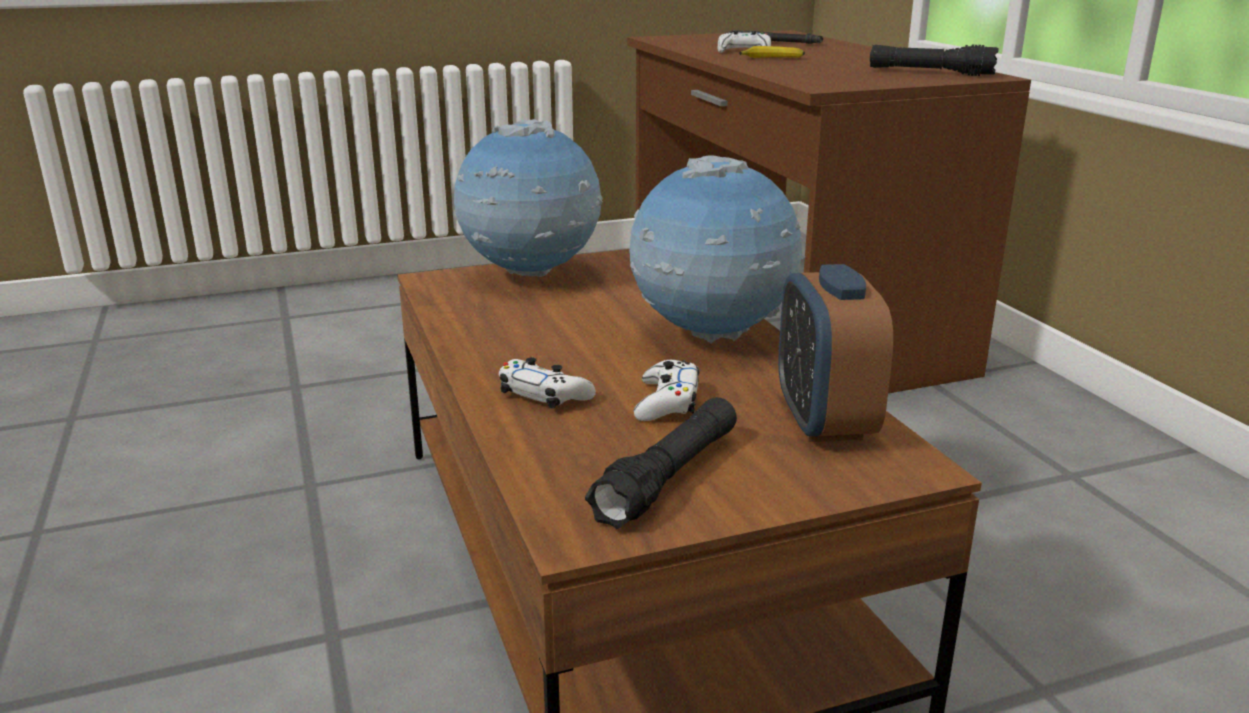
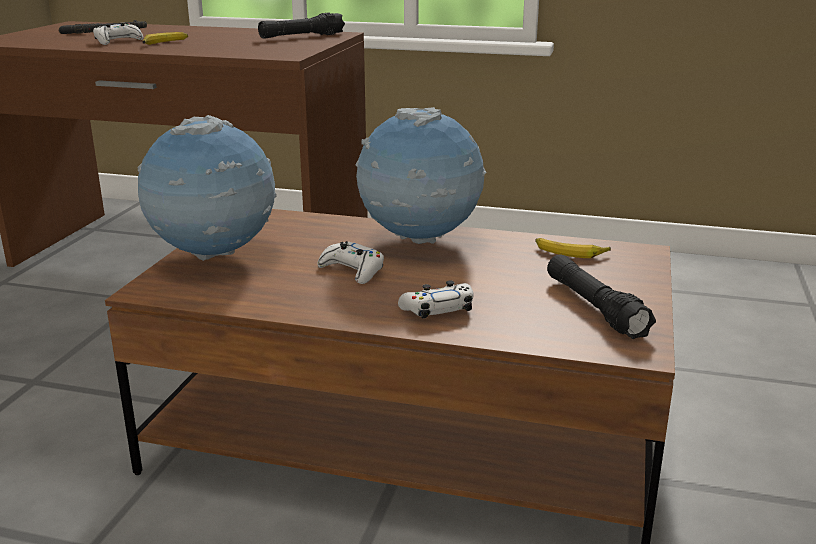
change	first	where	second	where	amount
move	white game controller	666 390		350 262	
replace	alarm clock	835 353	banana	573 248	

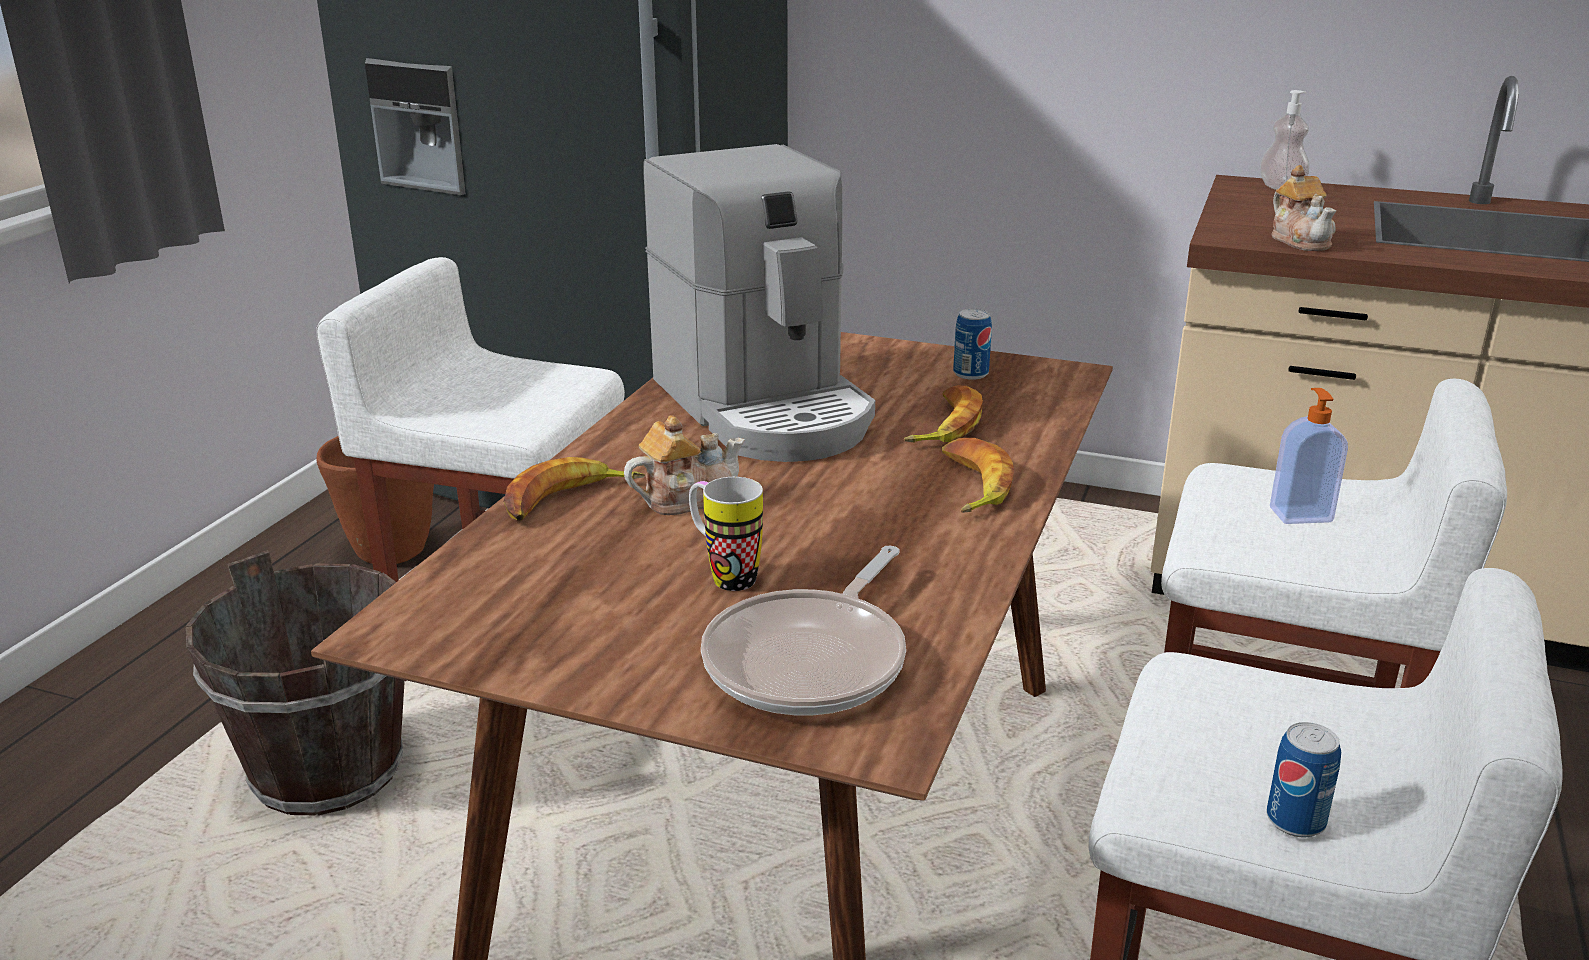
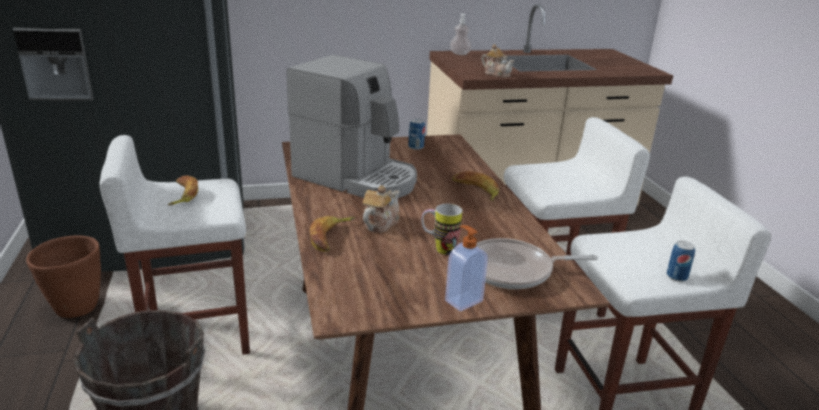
change	first	where	second	where	amount
move	banana	943 414		183 191	
move	soap dispenser	1309 456		466 268	
rotate	frying pan	803 630		537 263	90 degrees clockwise

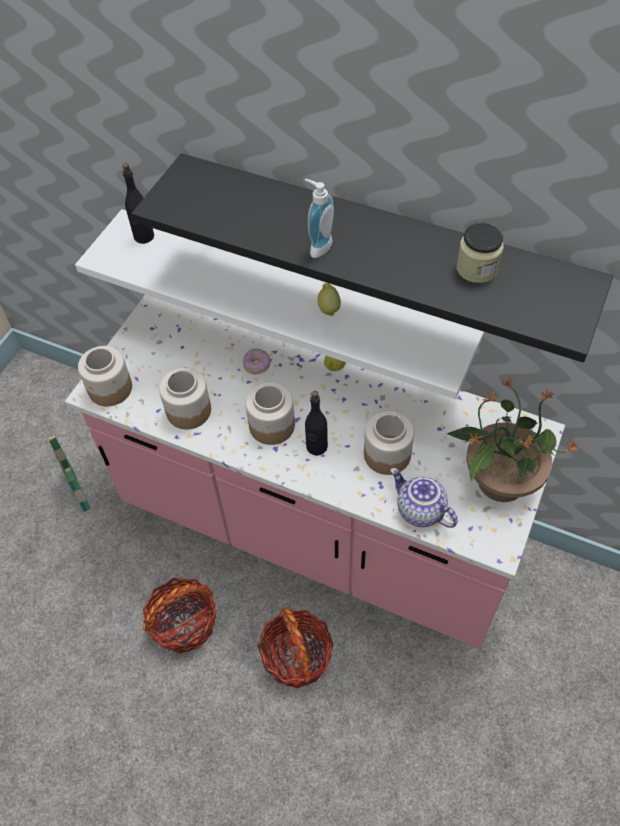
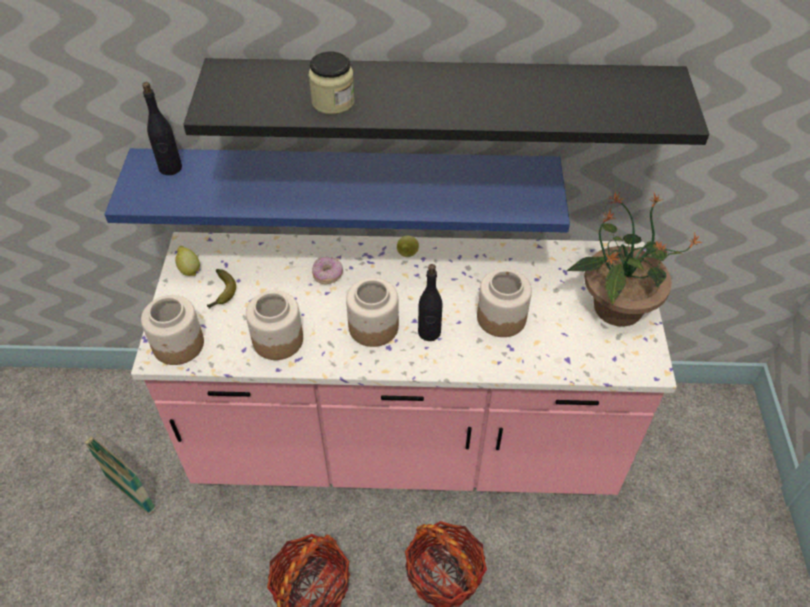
change	first	where	second	where	amount
recolor	white shelf	280 304	blue shelf	337 190	
move	lemon	329 299		187 261	
insert			banana	221 288	
move	jar	480 253		332 83	
delete	soap dispenser	319 218			
delete	teapot	424 498			

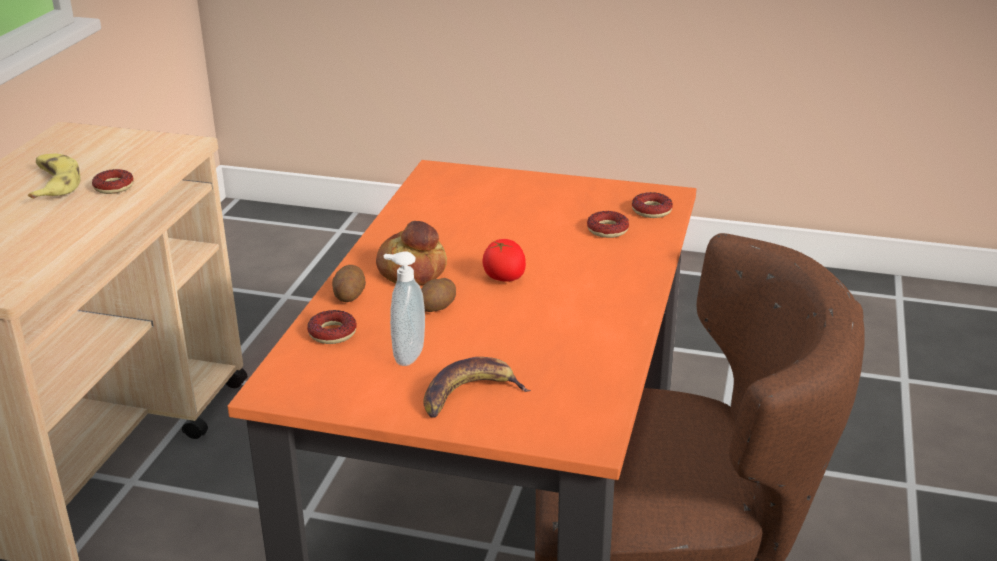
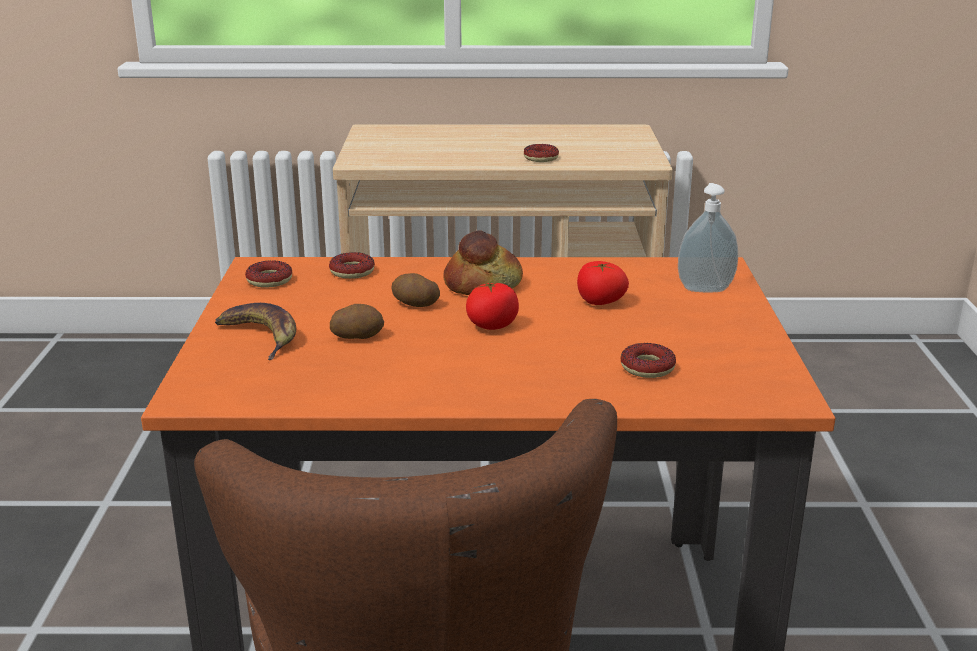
change	first	where	second	where	amount
move	donut	652 205		269 274	
move	potato	349 283		357 321	
insert			tomato	603 283	
move	soap dispenser	404 308		708 237	
delete	banana	54 176			

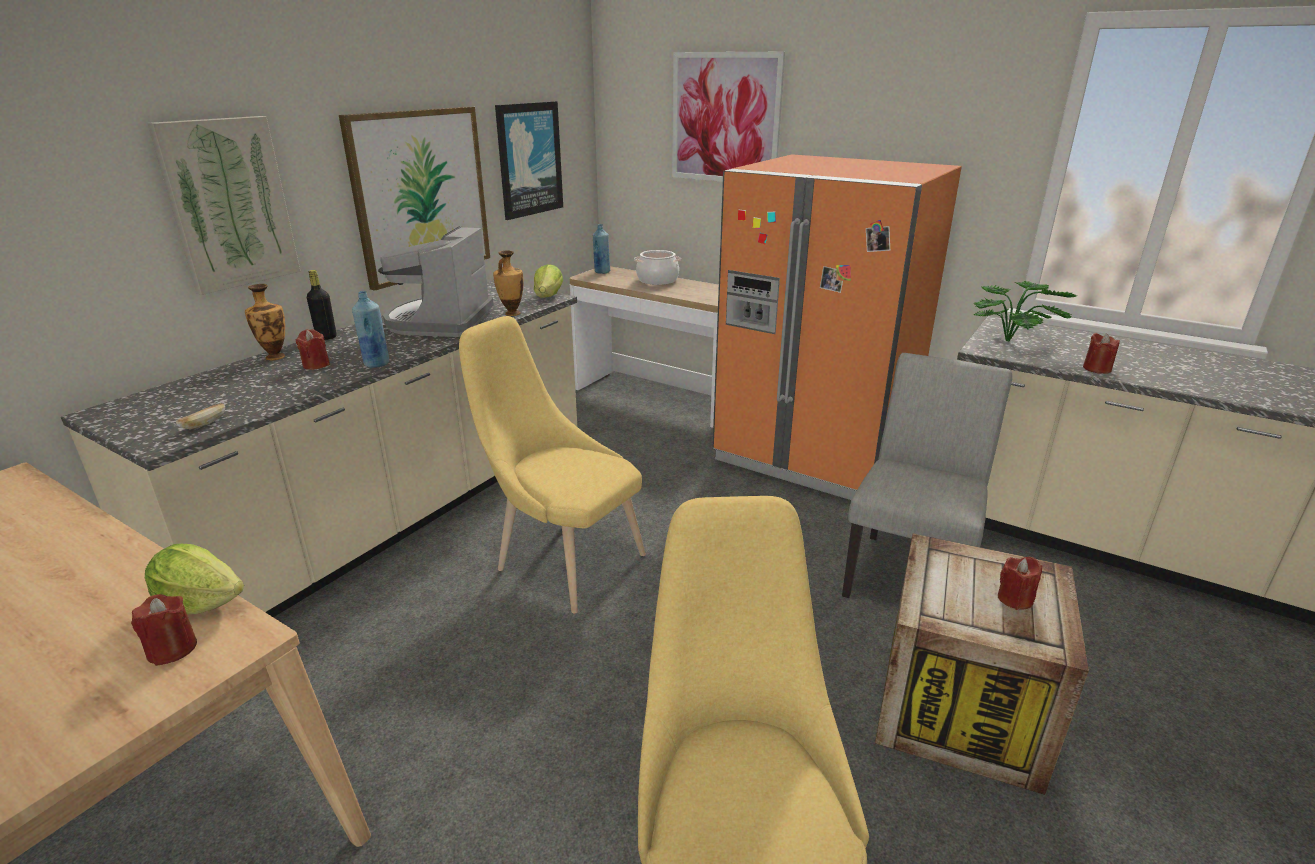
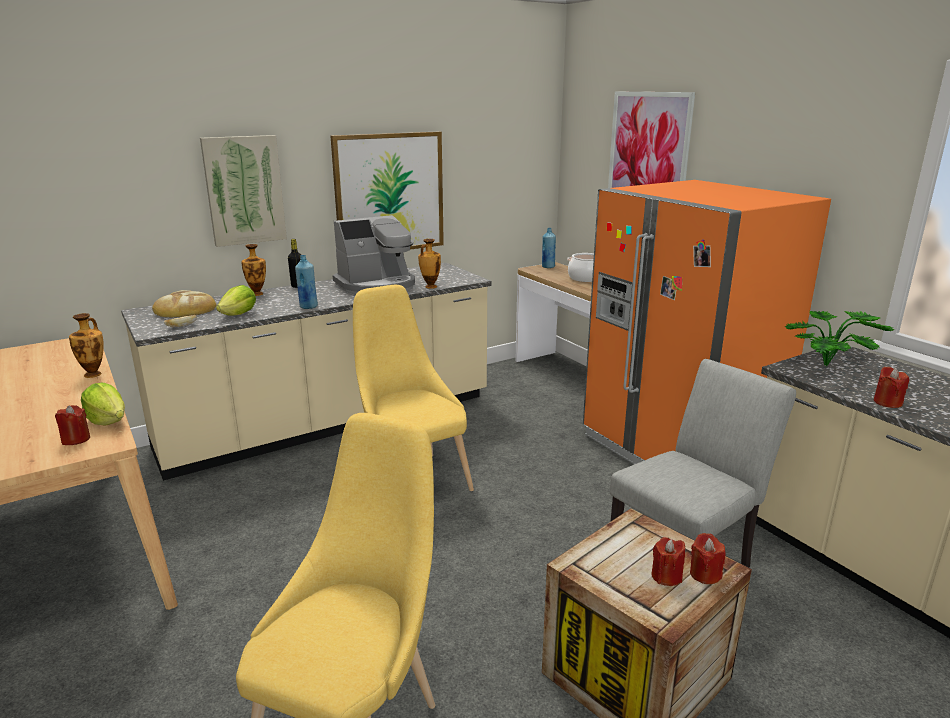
change	first	where	second	where	amount
insert			vase	86 345	
insert			bread	184 303	
move	lettuce	548 281		236 300	
rotate	coffee machine	436 281		374 255	150 degrees counterclockwise
move	red candle	312 349		708 558	
delete	picture	529 160			

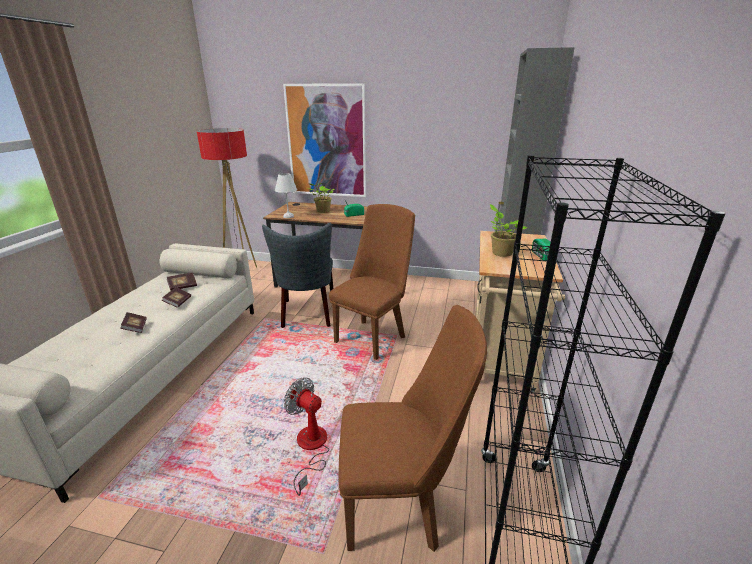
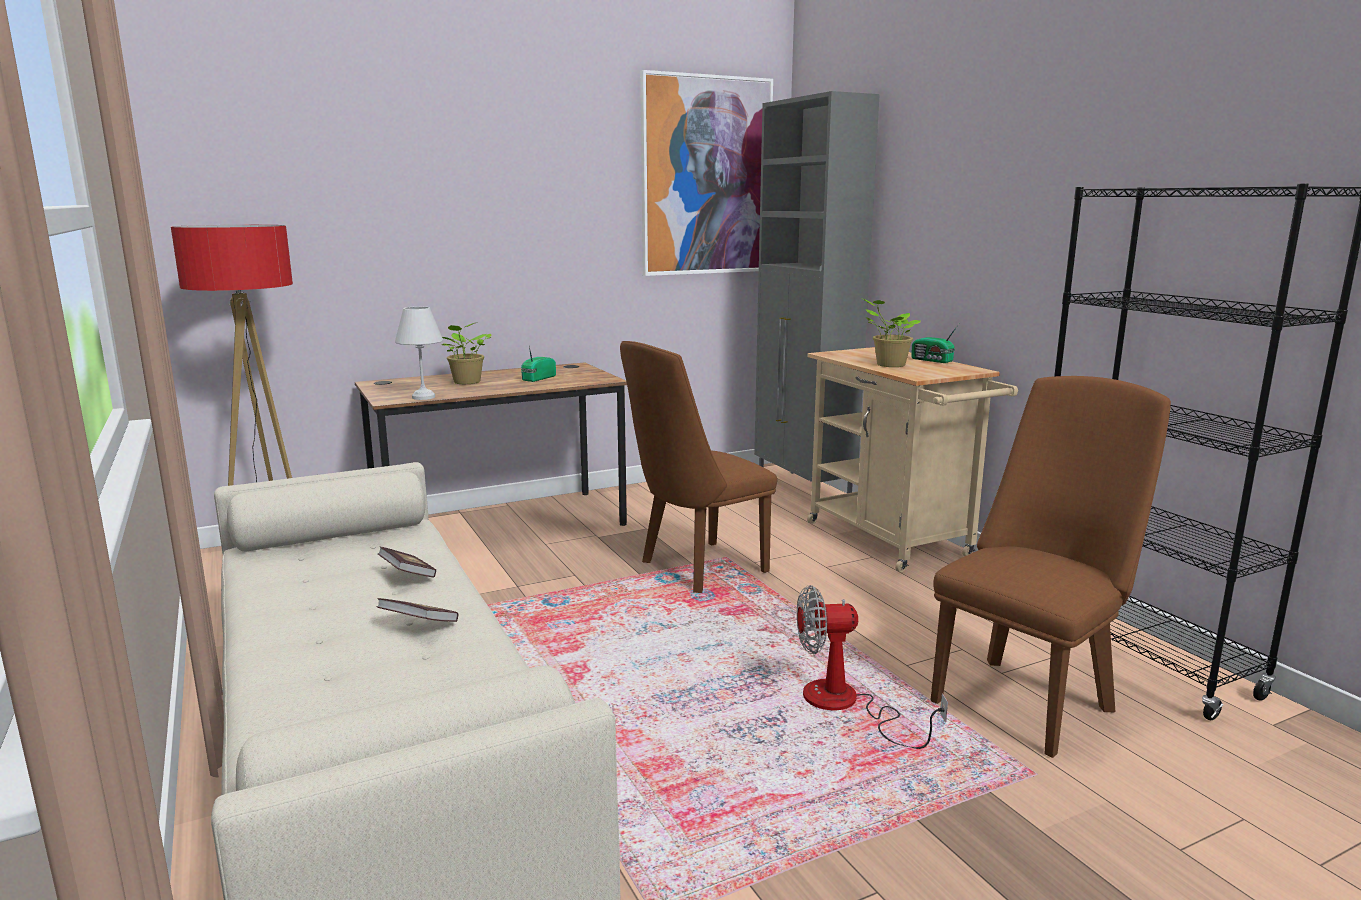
change	first	where	second	where	amount
rotate	brown chair	372 282		698 467	120 degrees counterclockwise
move	picture	324 140		706 173	
delete	book	182 282			
delete	grey chair	297 275			

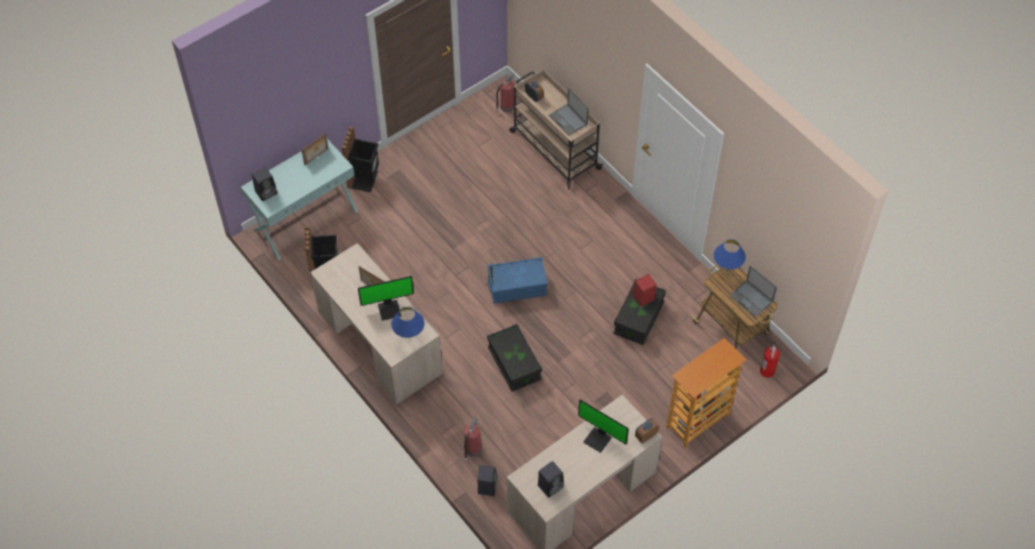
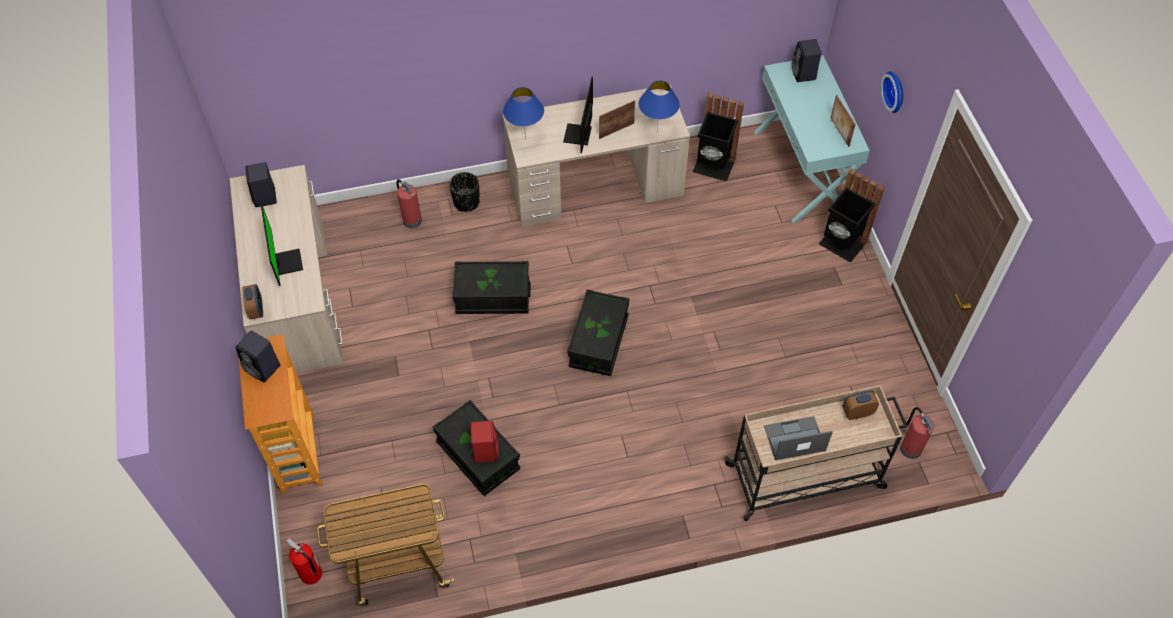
change	first	where	second	where	amount
move	black speaker	487 480		257 356	
rotate	monitor	603 426		282 245	105 degrees clockwise
insert			black planter	464 192	
recolor	blue storage box	517 280	black storage box	598 332	
move	blue table lamp	730 256		659 105	
insert			wall clock	892 92	
delete	laptop	753 291			

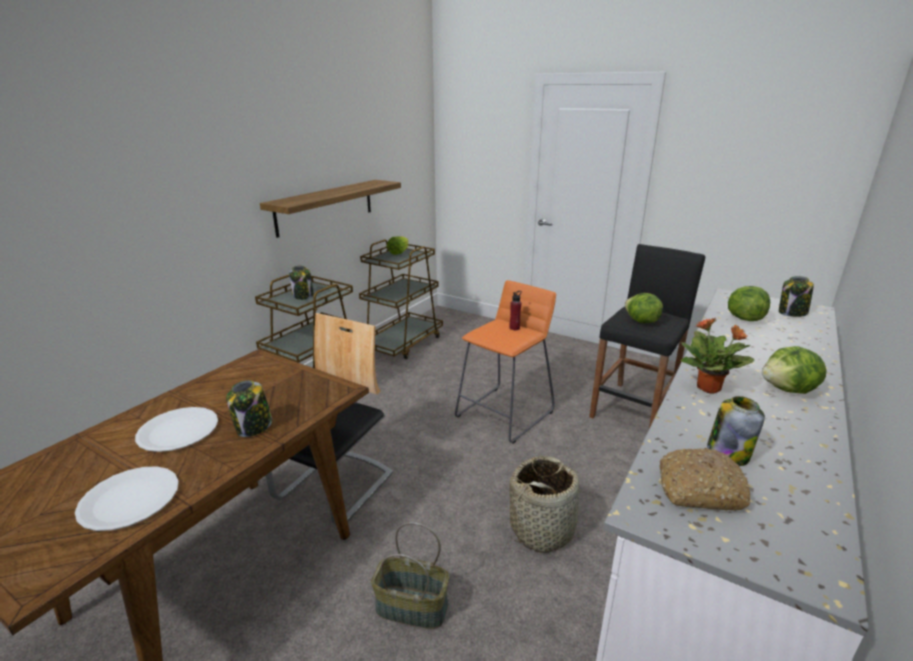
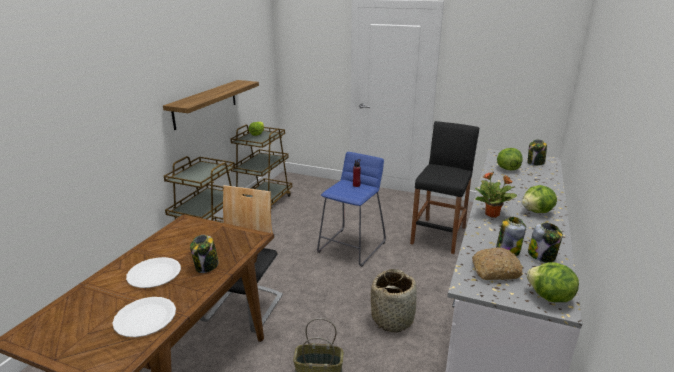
change	first	where	second	where	amount
recolor	orange stool	505 362	blue stool	351 209	
move	lettuce	644 308		553 282	
move	jar	301 282		545 242	

